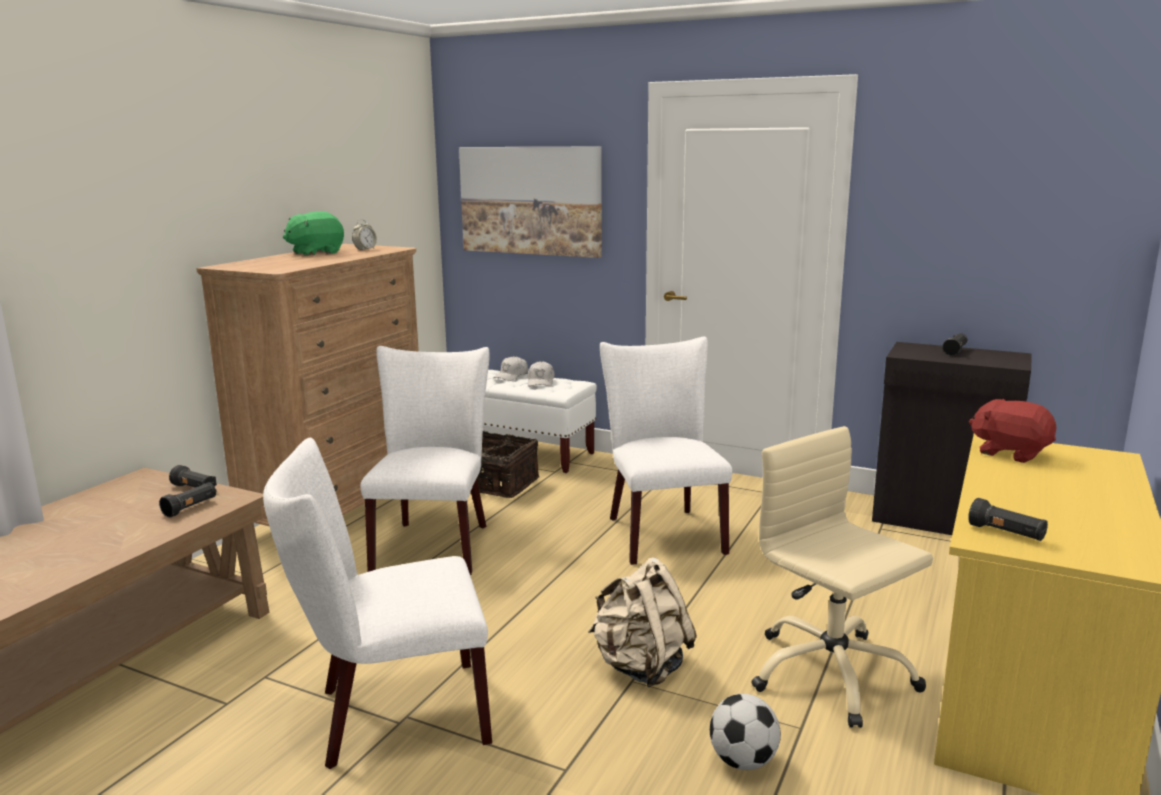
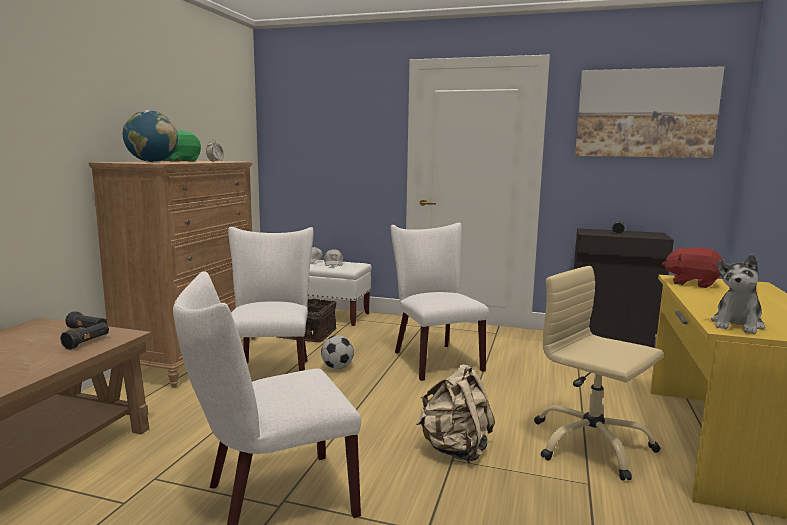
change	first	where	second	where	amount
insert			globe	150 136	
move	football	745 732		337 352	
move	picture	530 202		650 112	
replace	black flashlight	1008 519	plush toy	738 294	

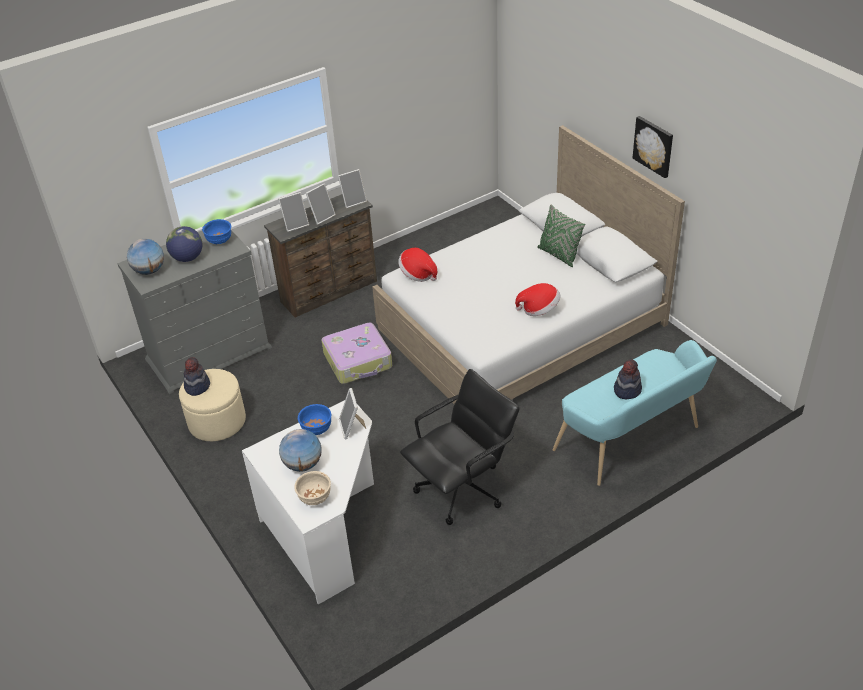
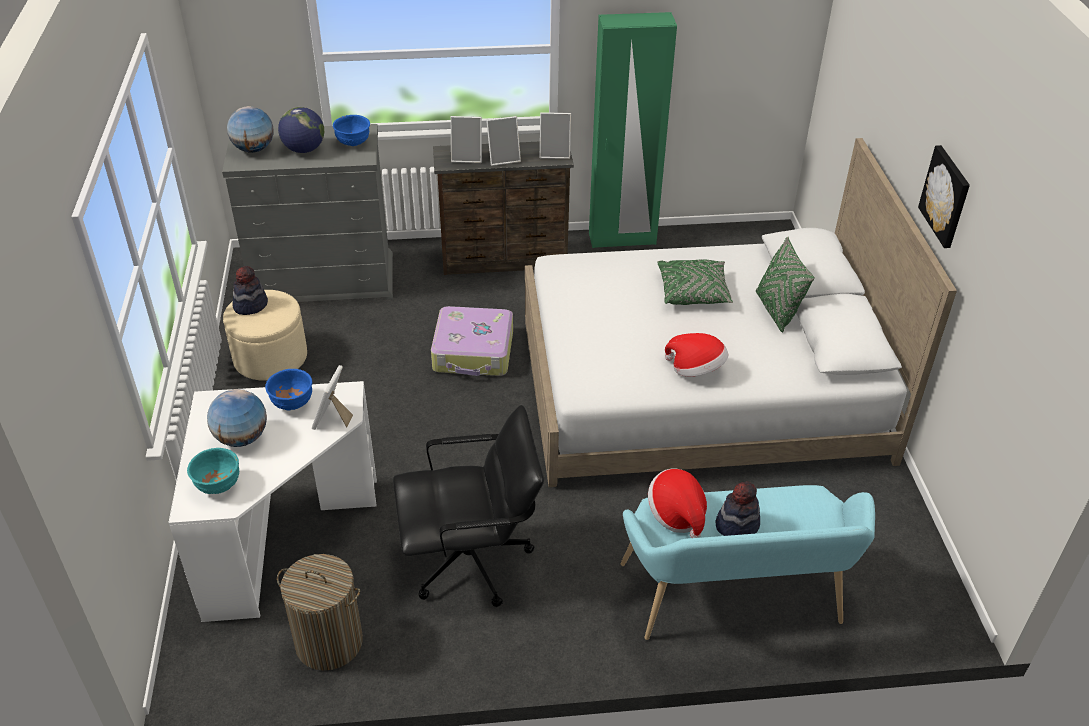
change	first	where	second	where	amount
recolor	beige bowl	312 488	turquoise bowl	213 471	
insert			laundry basket	320 612	
insert			green wardrobe	633 130	
move	hat	417 265		677 503	
insert			green pillow	695 282	

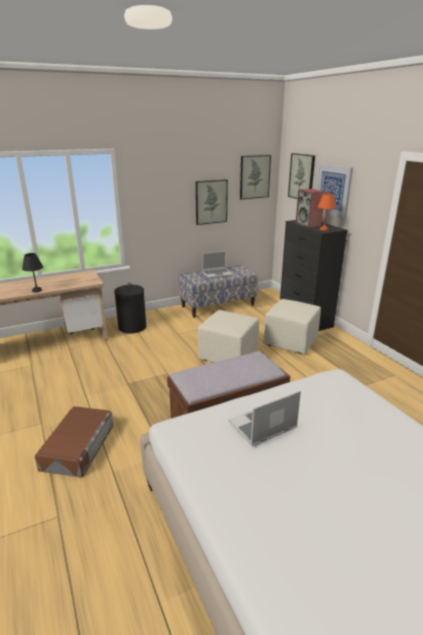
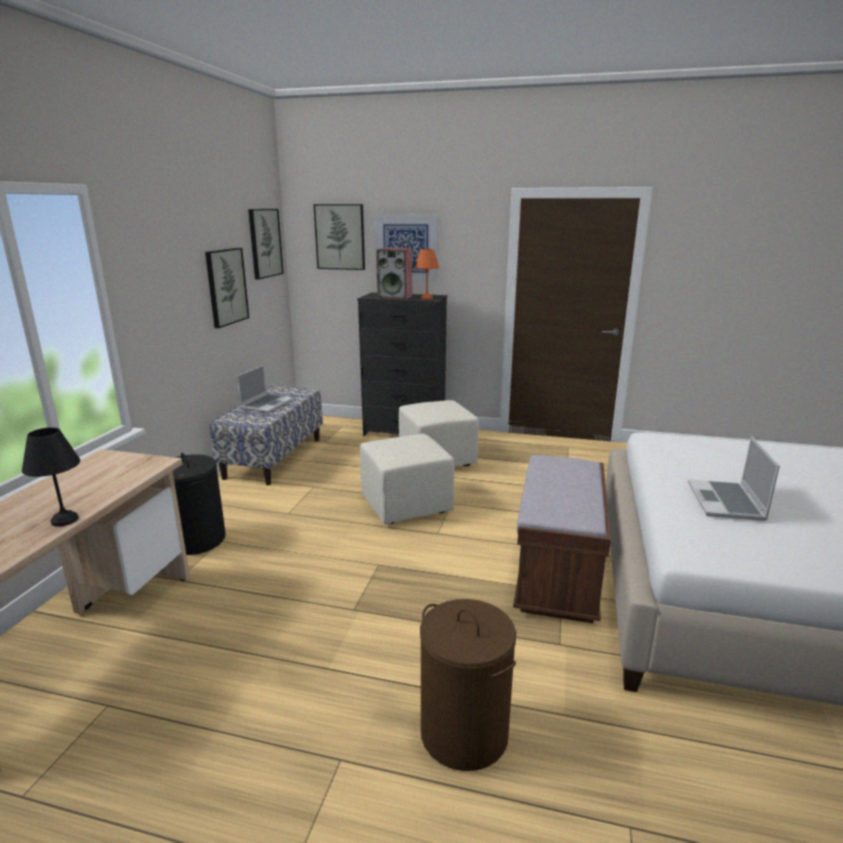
change	first	where	second	where	amount
replace	brown storage box	74 442	brown laundry basket	468 685	

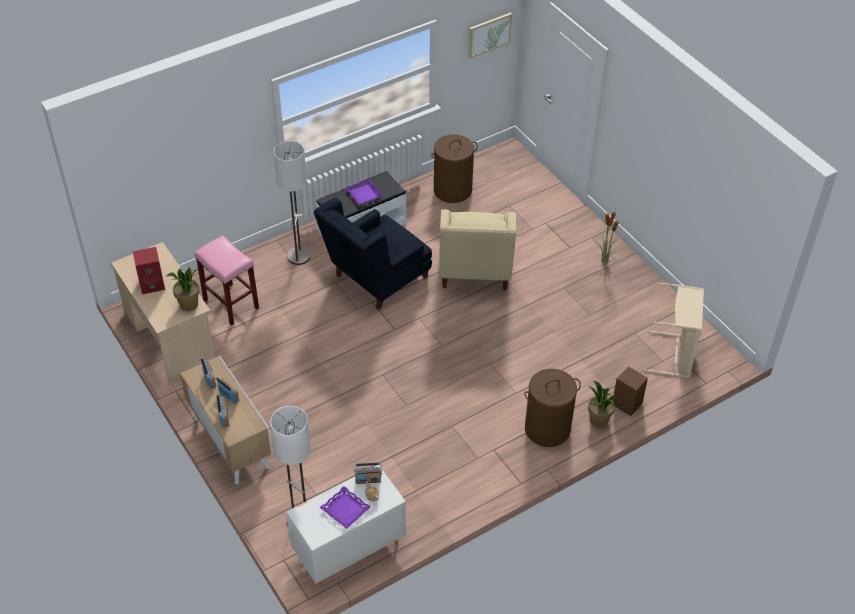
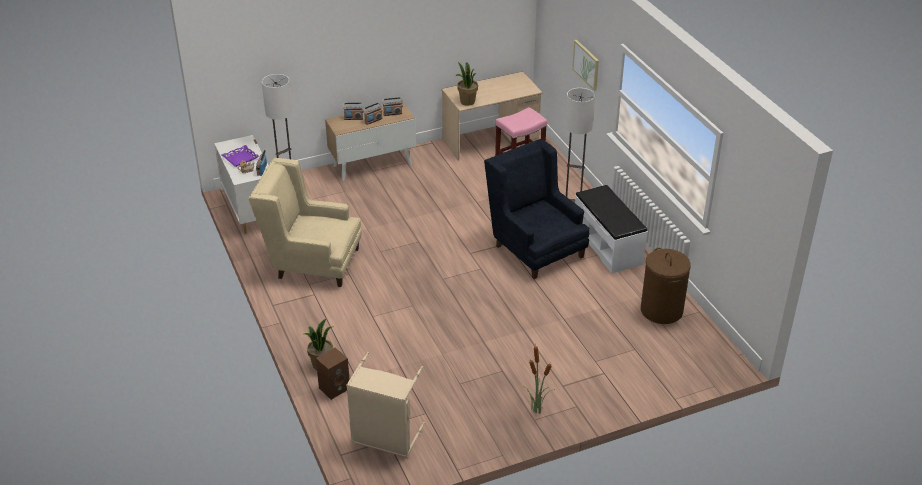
change	first	where	second	where	amount
move	beige armchair	477 250		305 222	
move	picture	490 35		585 65	
delete	red speaker	149 270			
delete	purple tray	364 192			
delete	brown laundry basket	552 408			

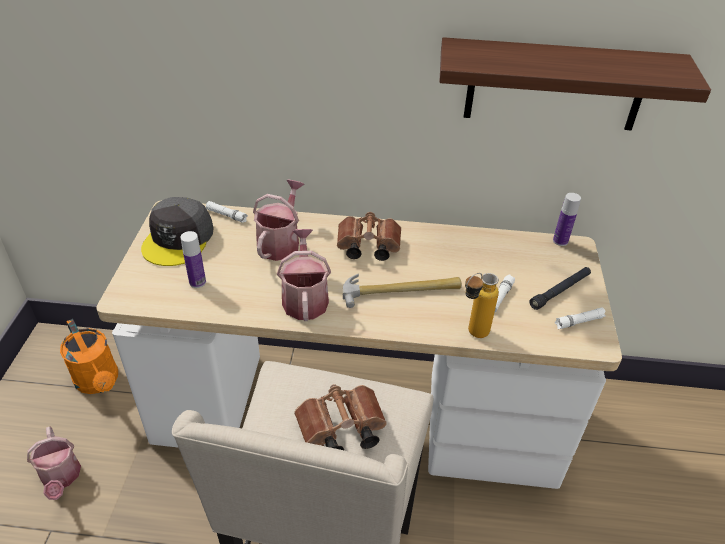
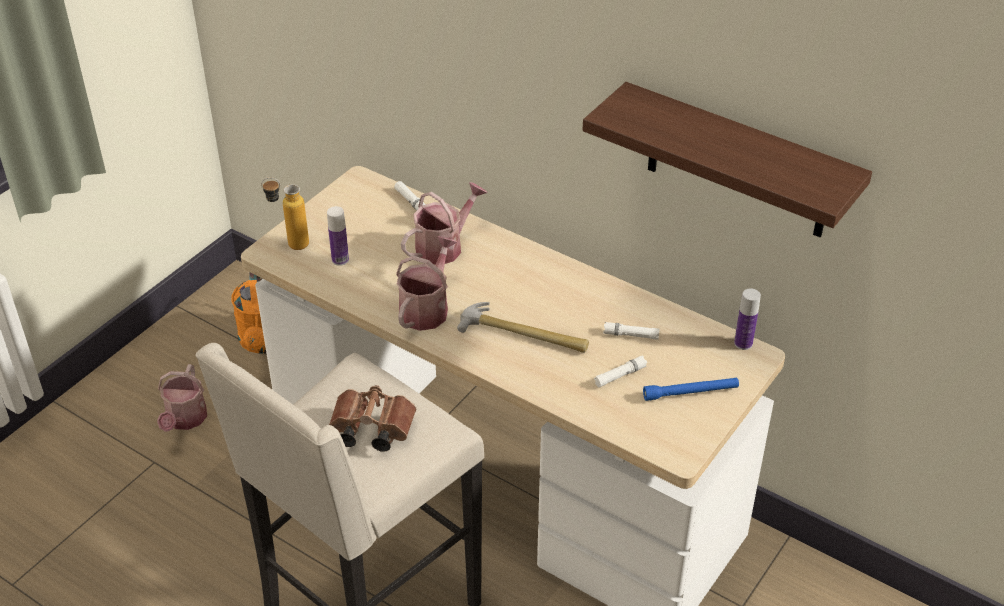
change	first	where	second	where	amount
move	bottle	482 305		285 213	
move	white flashlight	580 318		631 331	
recolor	black flashlight	560 288	blue flashlight	691 389	
delete	grey cap	177 231			
delete	brown binoculars	369 236			

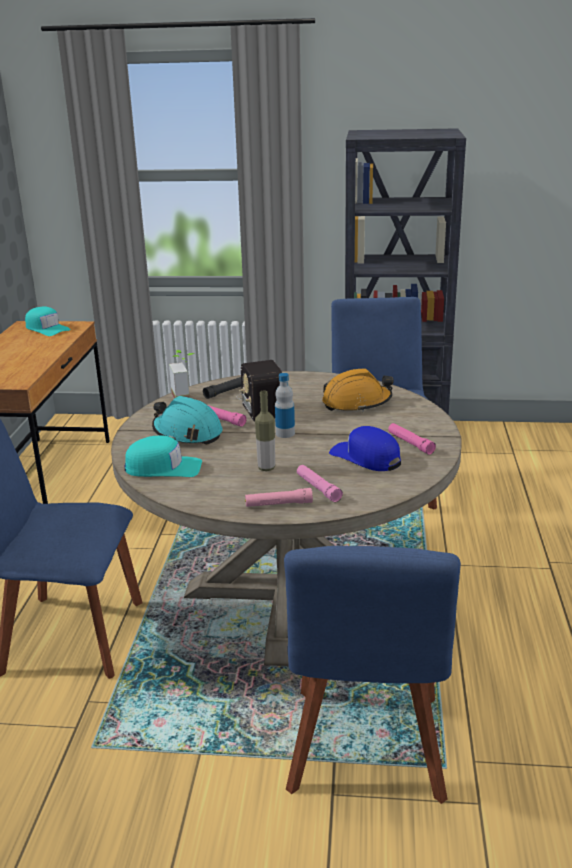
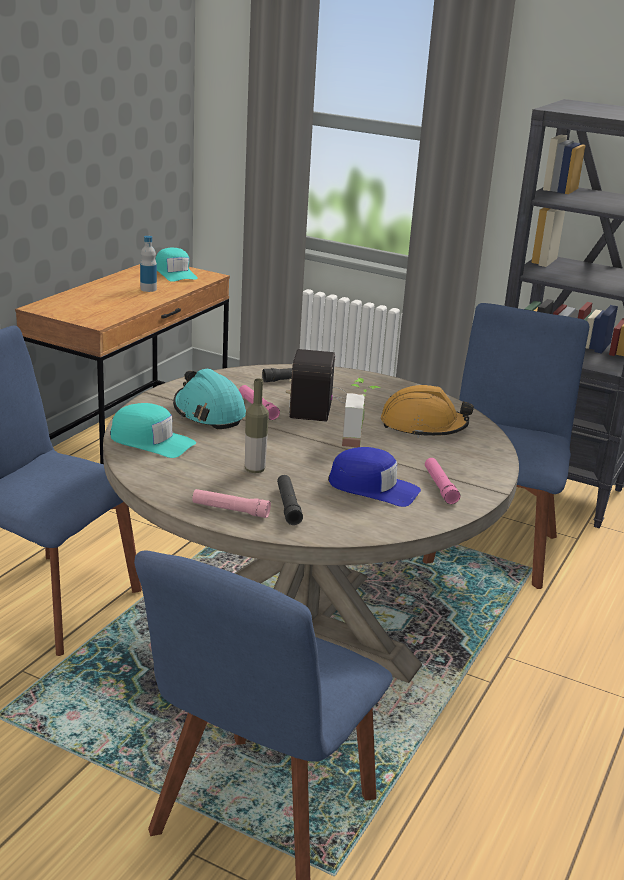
change	first	where	second	where	amount
move	bottle	285 405		148 264	
recolor	pink flashlight	320 483	black flashlight	290 500	
rotate	blue cap	365 448		374 477	135 degrees clockwise
move	potted plant	182 374		361 412	

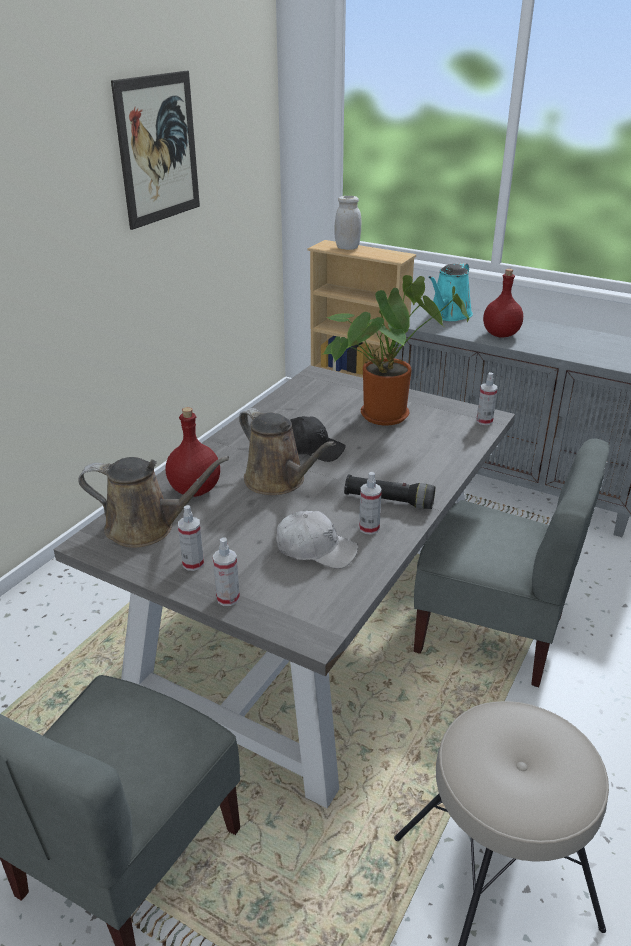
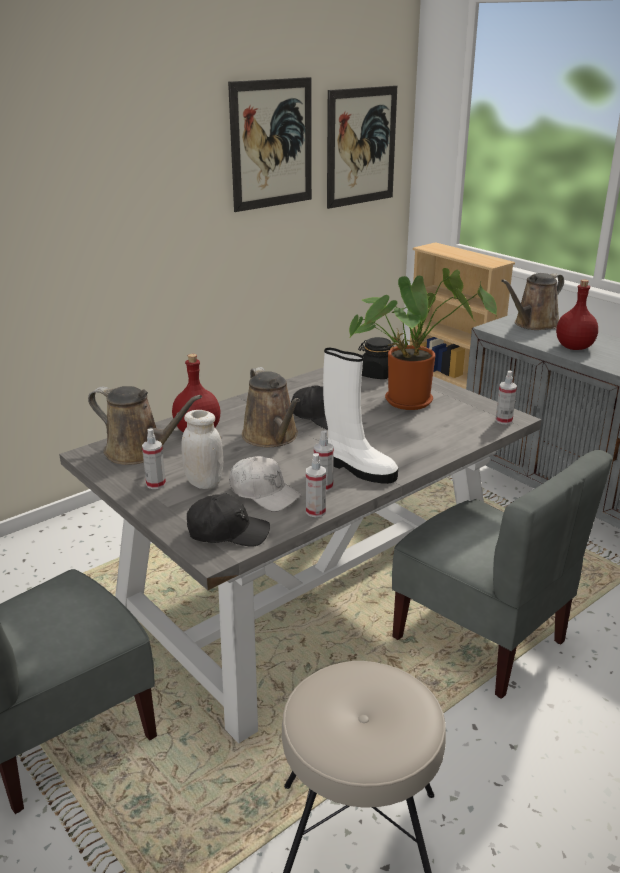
change	first	where	second	where	amount
move	white jar	348 223		202 449	
insert			black cap	228 520	
move	spray bottle	226 571		316 485	
replace	black flashlight	389 491	white boot	360 416	
insert			picture	362 147	
insert			black jar	376 358	
recolor	turquoise watering can	450 292	brown watering can	532 301	

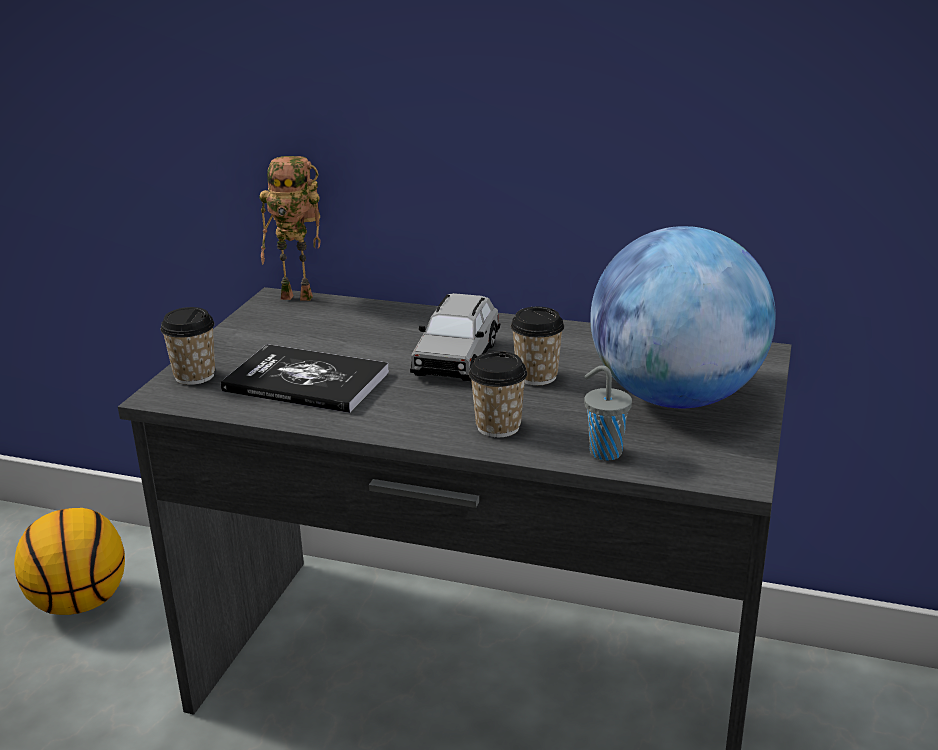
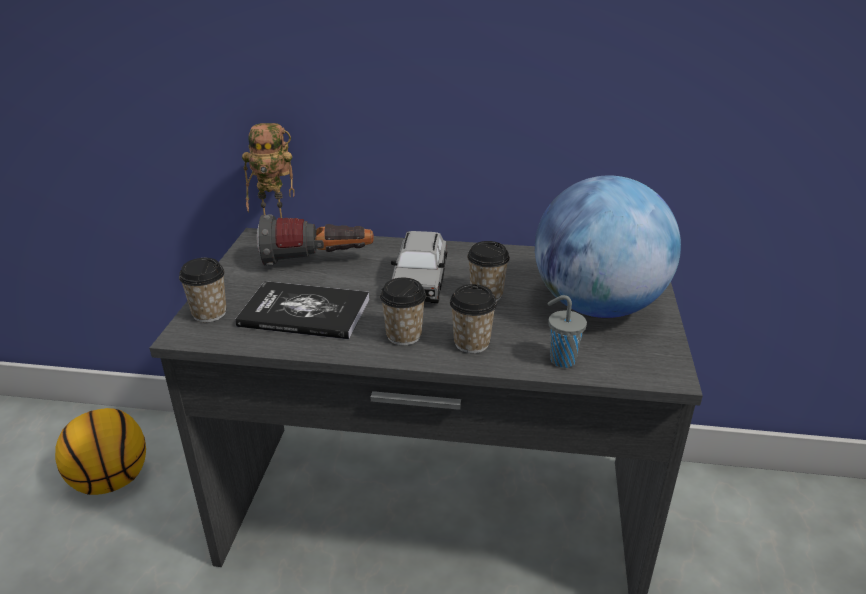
change	first	where	second	where	amount
insert			flashlight	315 240	
insert			cup	403 312	

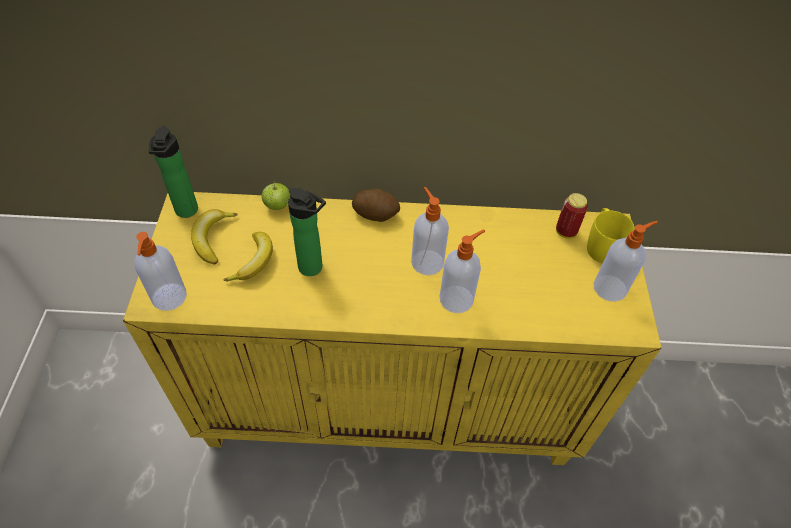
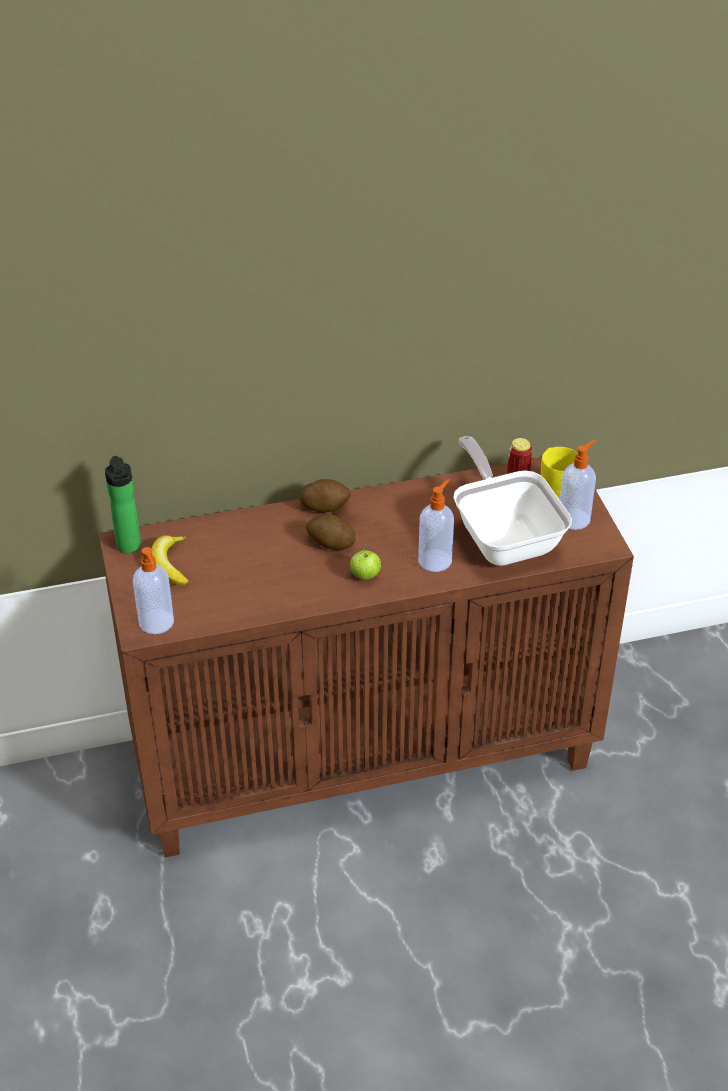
change	first	where	second	where	amount
recolor	yellow cabinet	392 328	brown cabinet	366 657	
insert			potato	331 532	
move	apple	276 196		365 563	
insert			frying pan	512 501	
delete	banana	248 256			
delete	bottle	307 232			
delete	soap dispenser	430 231			

